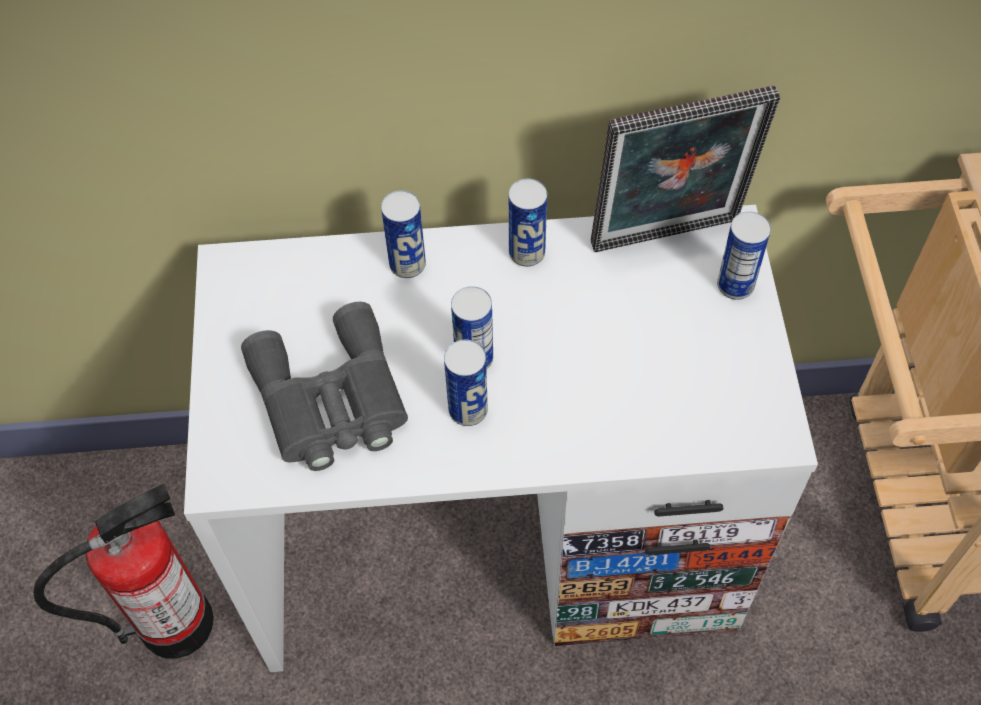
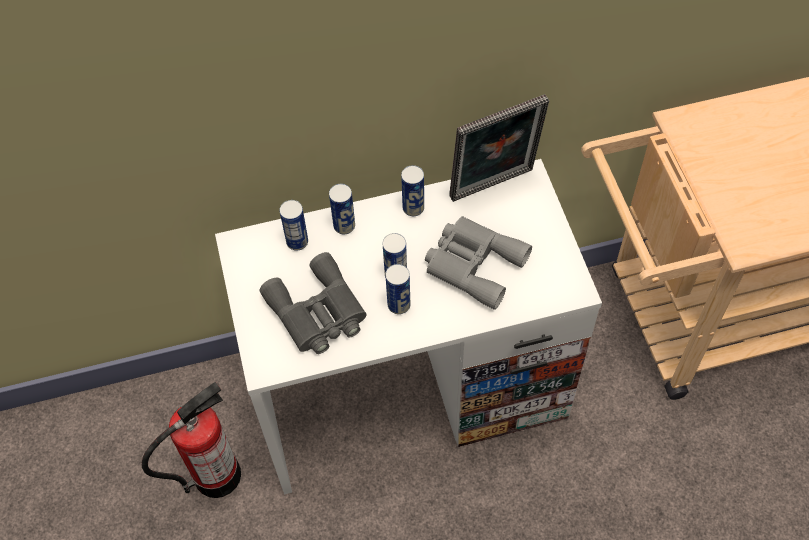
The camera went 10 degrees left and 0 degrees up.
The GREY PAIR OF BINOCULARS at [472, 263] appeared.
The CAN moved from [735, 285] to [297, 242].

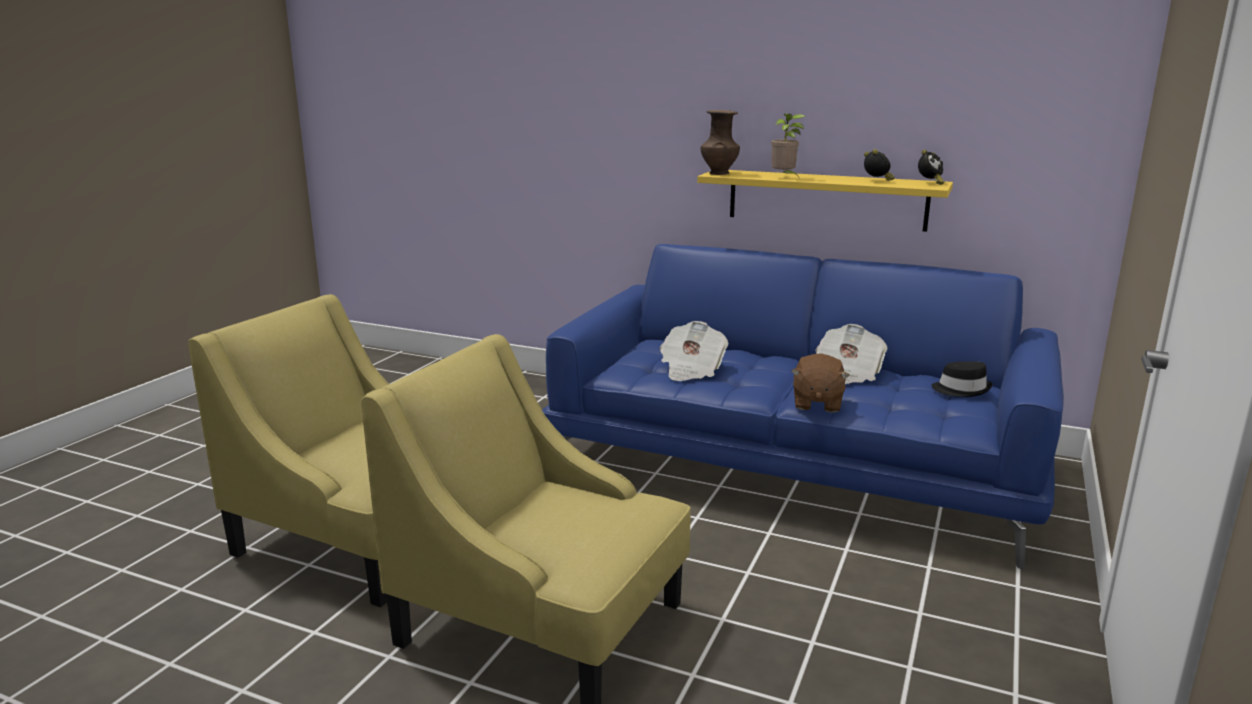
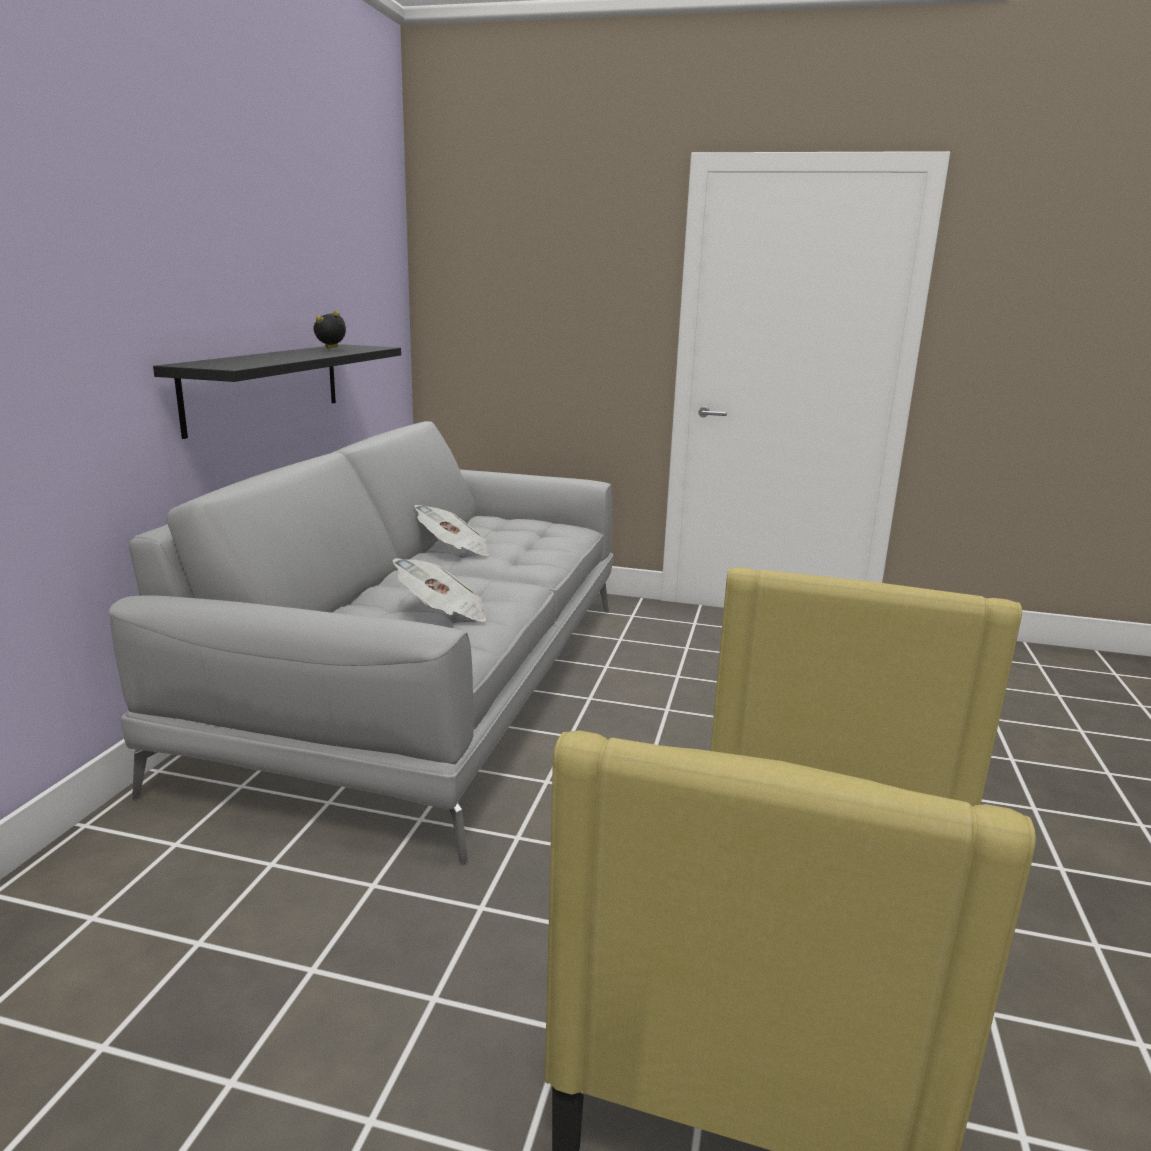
The camera went 100 degrees left and 0 degrees up.
The BROWNISH VASE at [719, 173] disappeared.
The PLANT IN A POT at [784, 177] disappeared.
The BROWNISH SOFT TOY at [816, 403] disappeared.
The TABLE CLOCK at [929, 183] disappeared.
The BLACK WEARABLE HAT at [961, 389] disappeared.
The BLUE SETTEE at [794, 464] became the GREY SETTEE at [430, 681].
The YELLOW-COLOURED BRACKET SHELF at [826, 199] became the BLACK BRACKET SHELF at [265, 386].

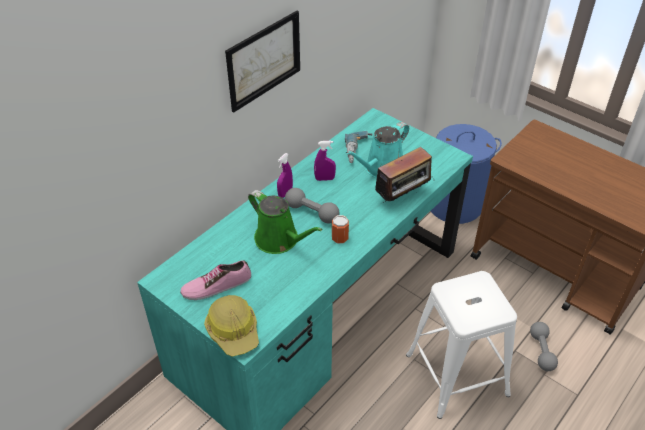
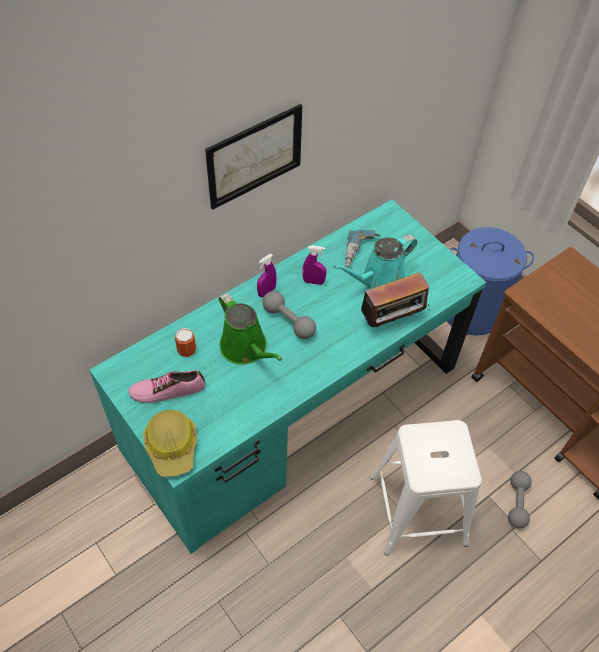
The camera went 10 degrees right and 10 degrees up.
The CAN moved from [339, 238] to [186, 350].

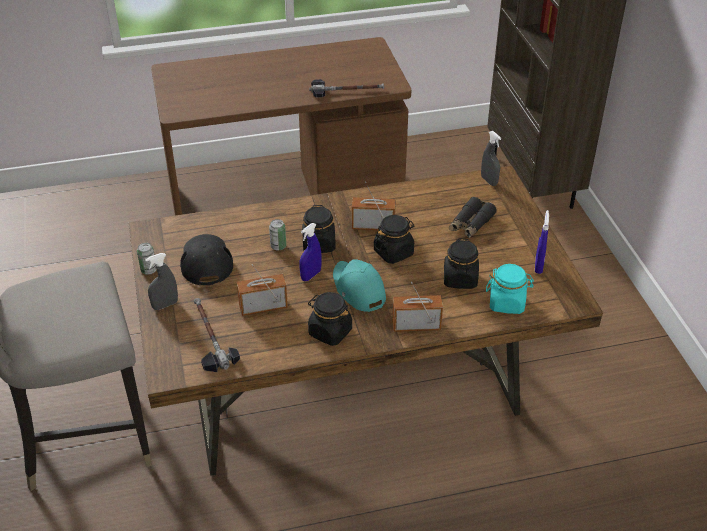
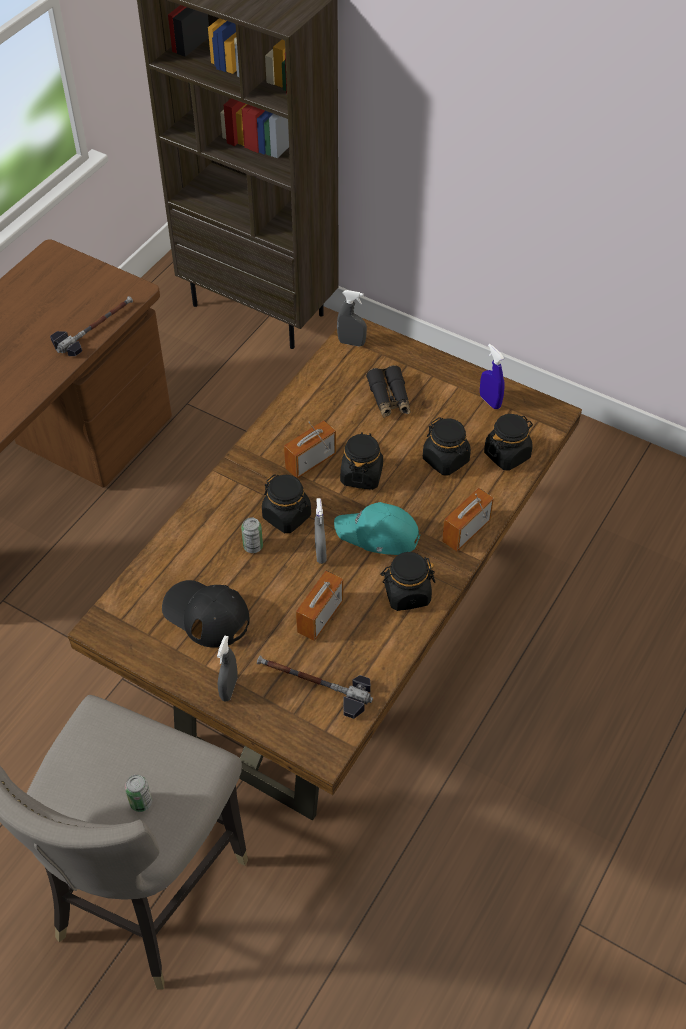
The camera went 45 degrees left and 10 degrees up.
The CAN moved from [149, 270] to [141, 802].
The BLUE HAND SPRAYER at [311, 275] became the GREY HAND SPRAYER at [320, 553].
The BLUE-GREEN STORAGE JAR at [507, 303] became the BLACK STORAGE JAR at [507, 455].

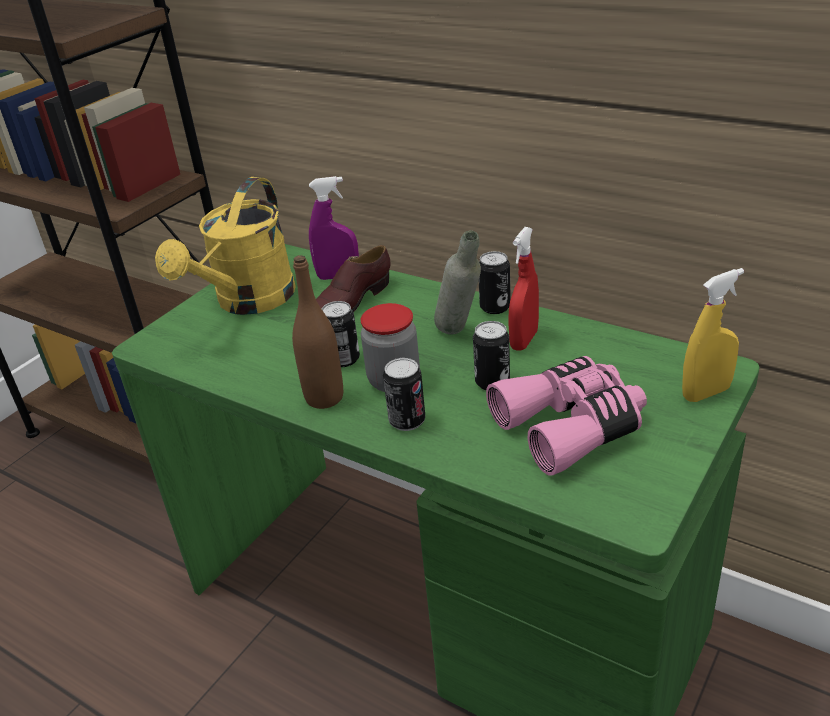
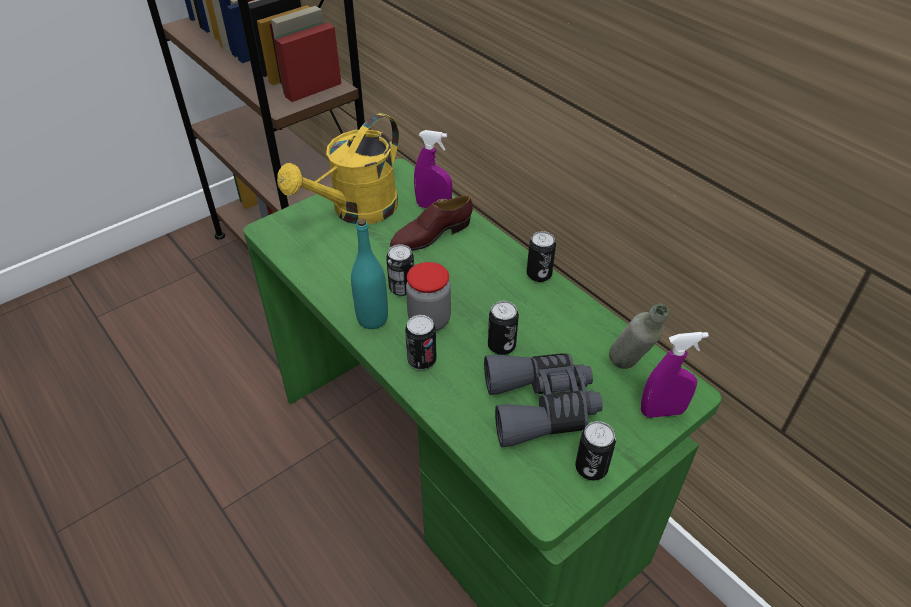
The camera went 15 degrees right and 10 degrees up.
The RED-COLOURED HAND SPRAYER at [524, 340] disappeared.
The CAN at [591, 468] appeared.
The GREY BEVERAGE BOTTLE moved from [460, 335] to [628, 371].
The BROWNISH BEVERAGE BOTTLE at [324, 397] became the BLUE-GREEN BEVERAGE BOTTLE at [372, 319].
The PINK-COLOURED PAIR OF BINOCULARS at [571, 426] became the GREY PAIR OF BINOCULARS at [540, 406].
The YELLOW-COLOURED HAND SPRAYER at [706, 393] became the PURPLE-COLOURED HAND SPRAYER at [662, 411].

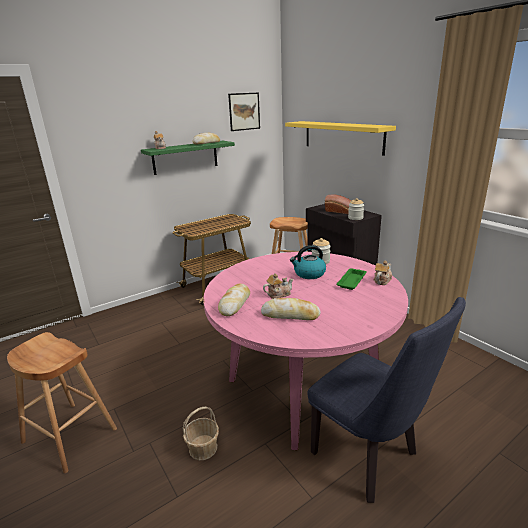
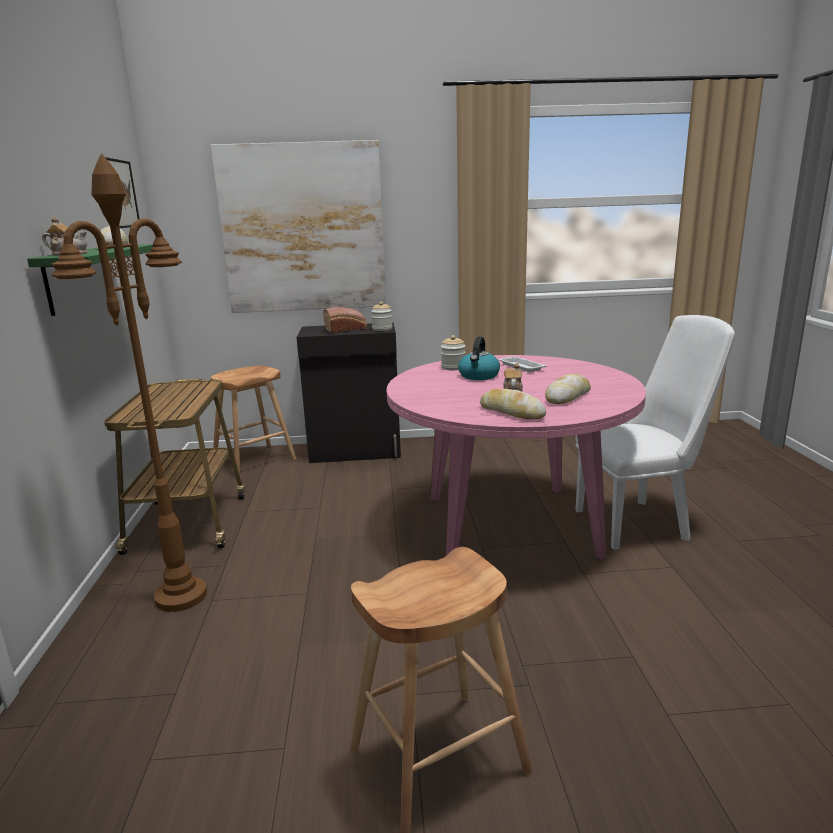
The camera went 60 degrees left and 5 degrees down.
The HOUSEHOLD BASKET at [203, 448] disappeared.
The TEA POT at [382, 280] disappeared.
The BROWNISH STANDING LAMP at [181, 596] appeared.
The YELLOW-COLOURED BRACKET SHELF at [342, 136] was replaced by the WALL PICTURE at [303, 229].
The BLUE UPRIGHT CHAIR at [371, 458] became the WHITISH UPRIGHT CHAIR at [639, 523].
The GREENISH SERVING TRAY at [352, 281] became the WHITISH SERVING TRAY at [521, 367].

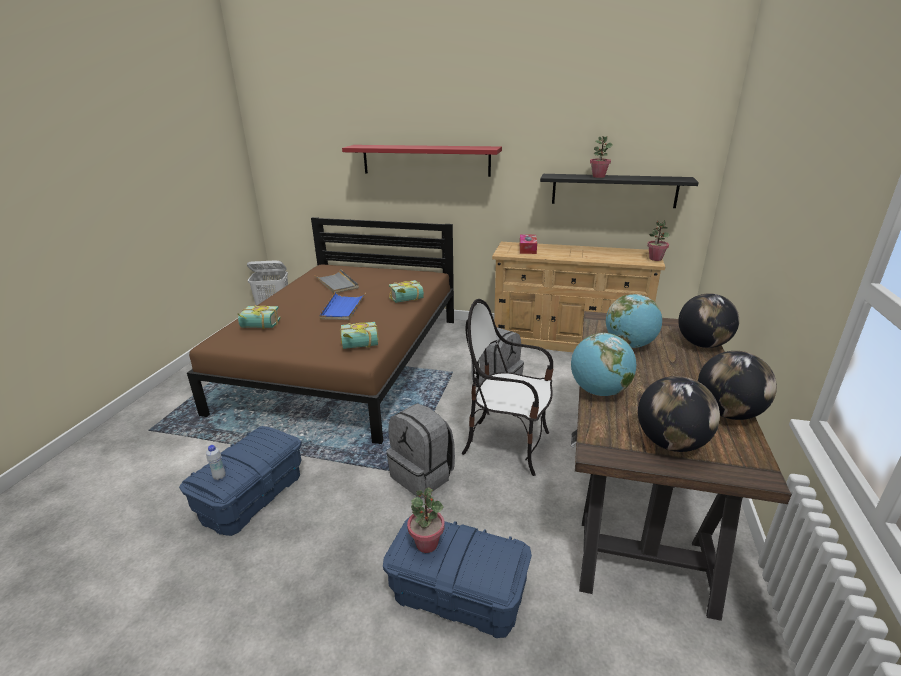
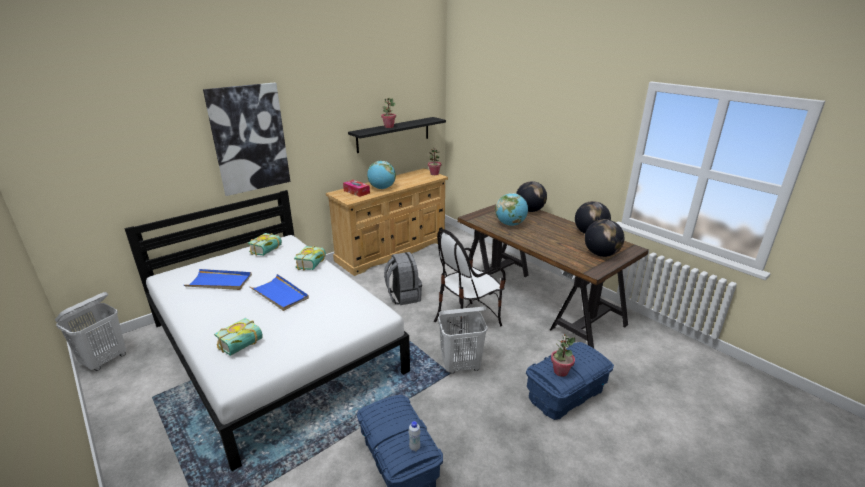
The camera went 55 degrees left and 0 degrees up.
The BOOK moved from [360, 346] to [268, 251].
The DESK GLOBE moved from [599, 391] to [382, 188].
The RED-COLOURED BRACKET SHELF at [425, 160] was replaced by the WALL PICTURE at [249, 139].
The GREY BACKPACK at [423, 475] was replaced by the WHITISH HAMPER at [461, 366].
The BROWNISH SLEEPING BED at [347, 361] became the WHITISH SLEEPING BED at [275, 347].
The GREY SERVING TRAY at [337, 283] became the BLUE SERVING TRAY at [219, 282].

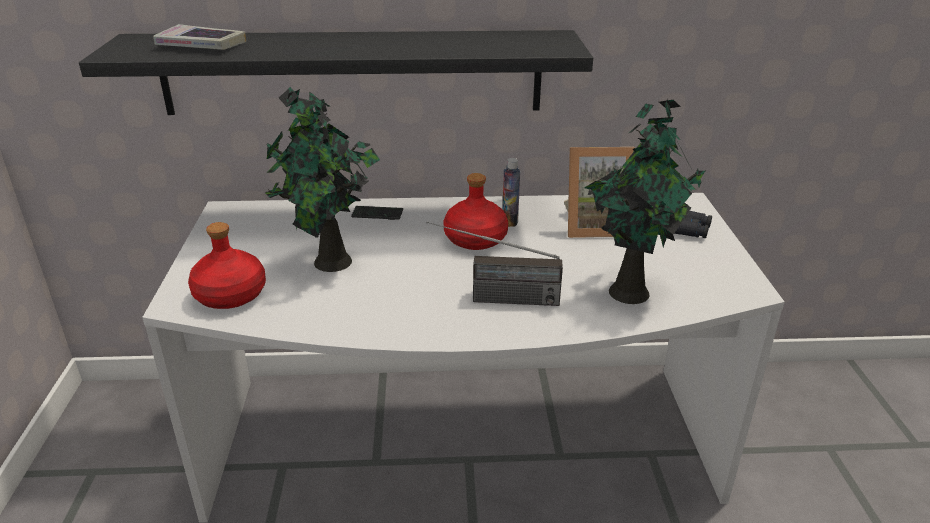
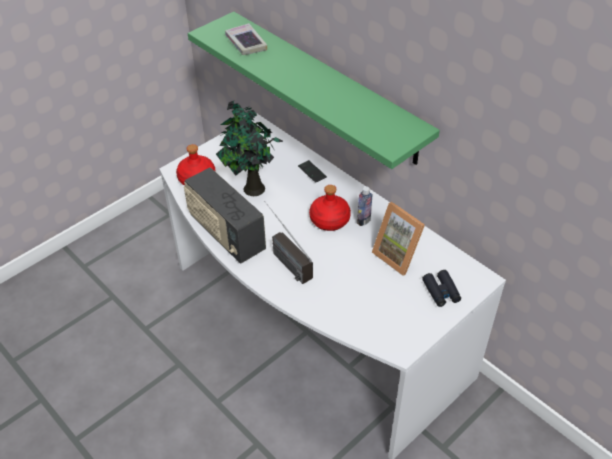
The camera went 50 degrees right and 15 degrees up.
The PLANT IN A POT at [629, 290] disappeared.
The RADIO RECEIVER at [226, 234] appeared.
The BLACK BRACKET SHELF at [352, 72] became the GREENISH BRACKET SHELF at [326, 86].

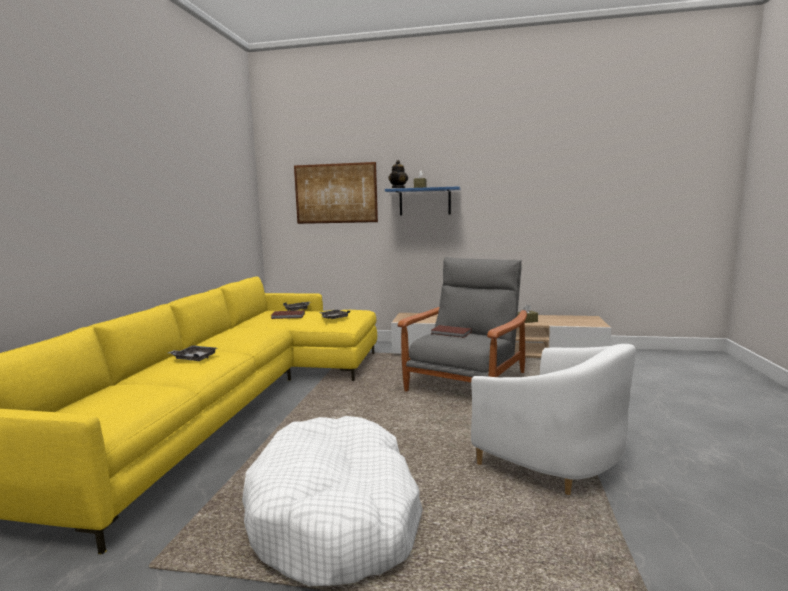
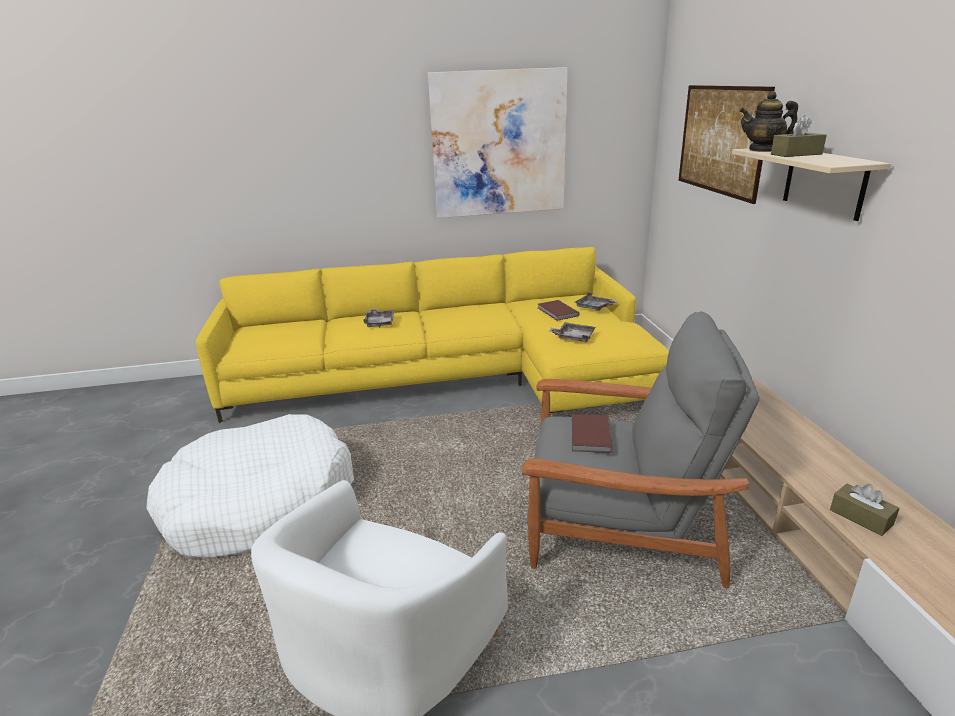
The camera went 70 degrees right and 15 degrees up.
The WALL PICTURE at [499, 144] appeared.
The BLUE BRACKET SHELF at [425, 201] became the SAND-COLOURED BRACKET SHELF at [824, 182].

